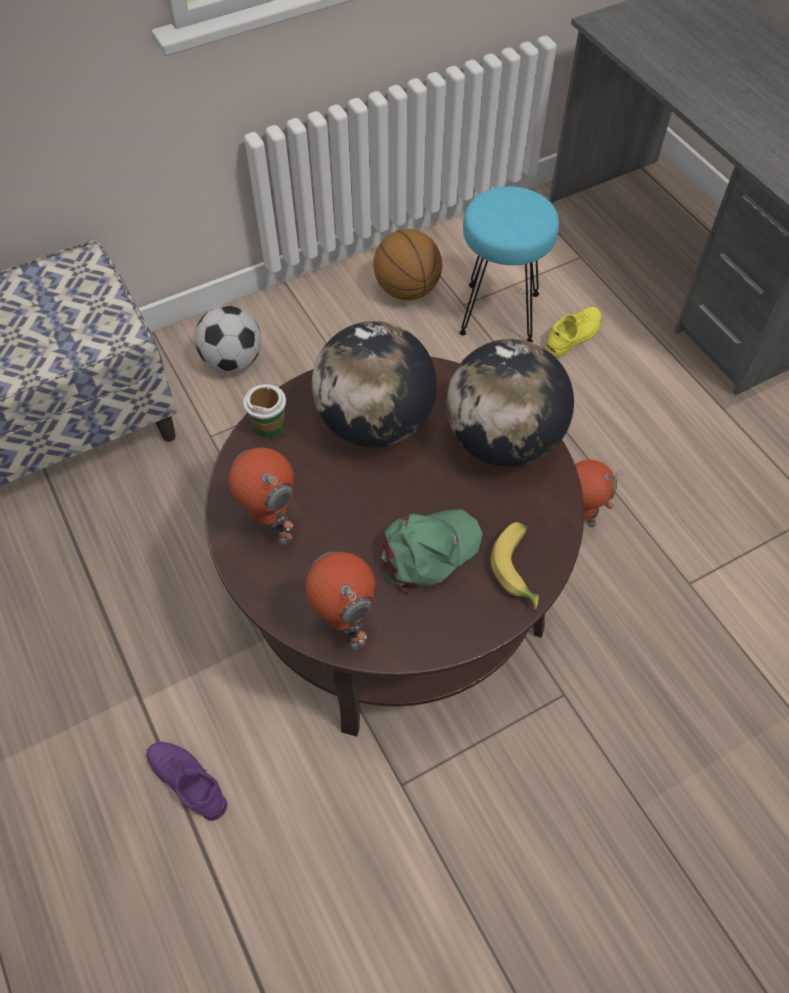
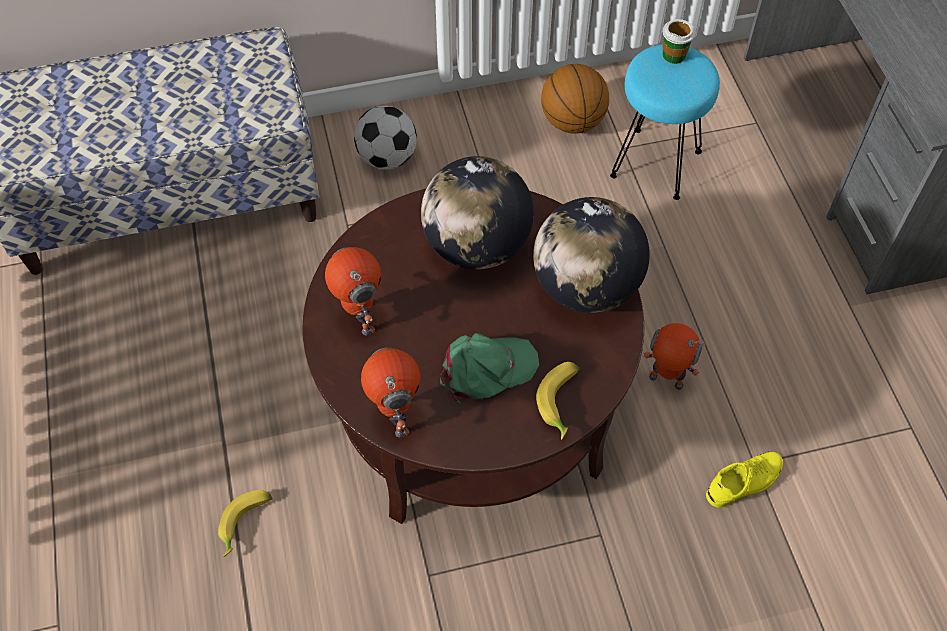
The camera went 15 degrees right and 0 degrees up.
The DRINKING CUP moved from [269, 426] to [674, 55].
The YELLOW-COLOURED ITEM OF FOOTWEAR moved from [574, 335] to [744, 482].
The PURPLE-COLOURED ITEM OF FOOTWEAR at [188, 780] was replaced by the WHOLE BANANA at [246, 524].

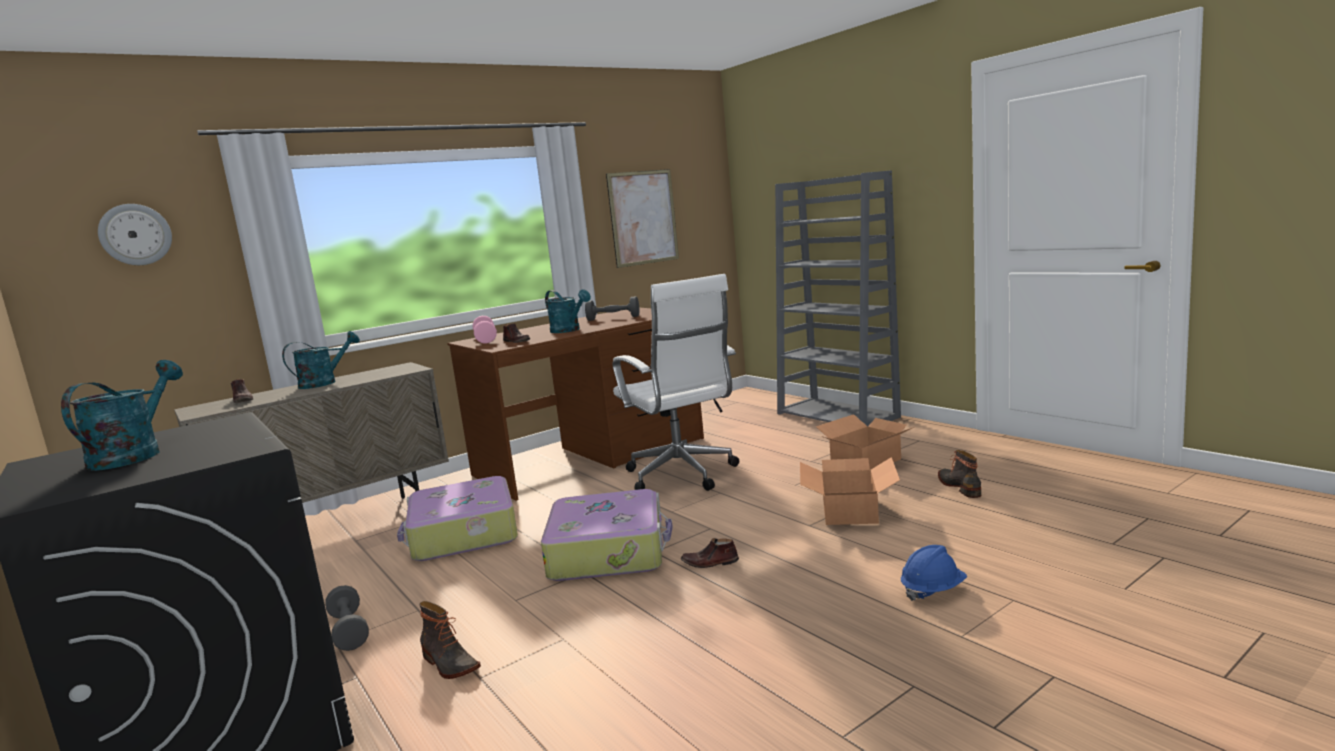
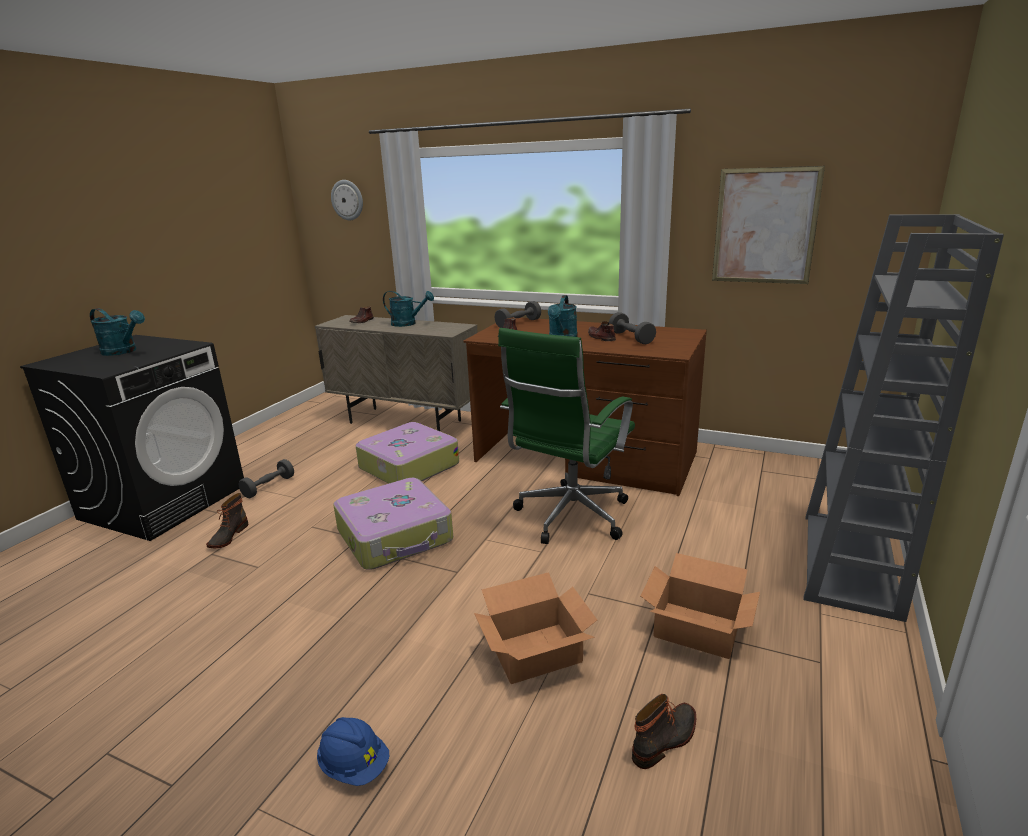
The camera went 60 degrees right and 10 degrees up.
The BROWNISH ITEM OF FOOTWEAR moved from [710, 563] to [600, 337].
The PINK-COLOURED FREE WEIGHT at [485, 339] became the GREY FREE WEIGHT at [518, 323].
The WHITISH OFFICE CHAIR at [683, 476] became the GREENISH OFFICE CHAIR at [569, 518].
The BLUE-GREEN WATERING CAN at [134, 455] turned 45 degrees clockwise.

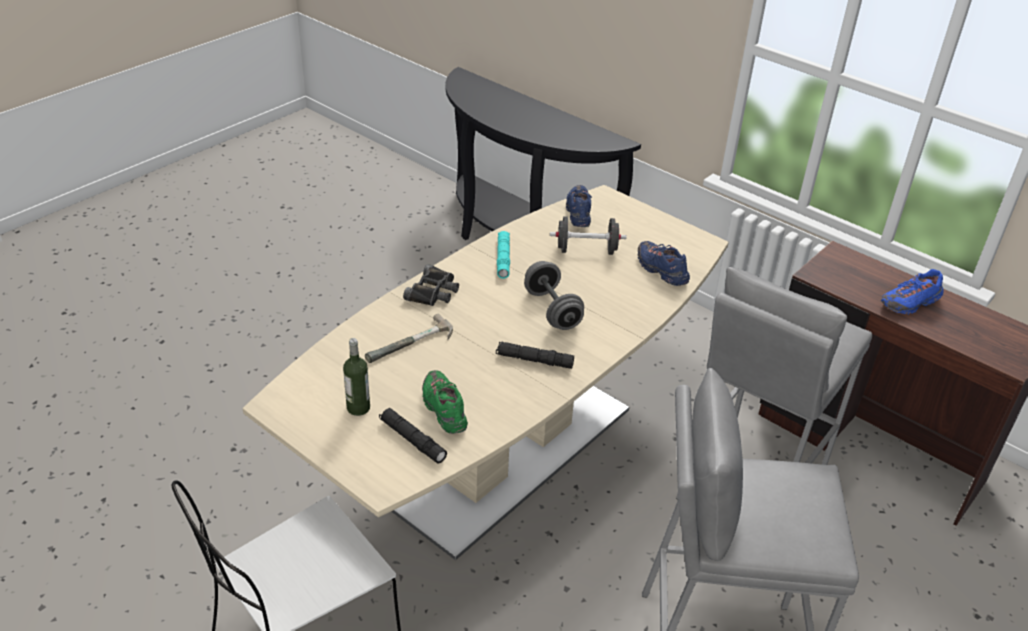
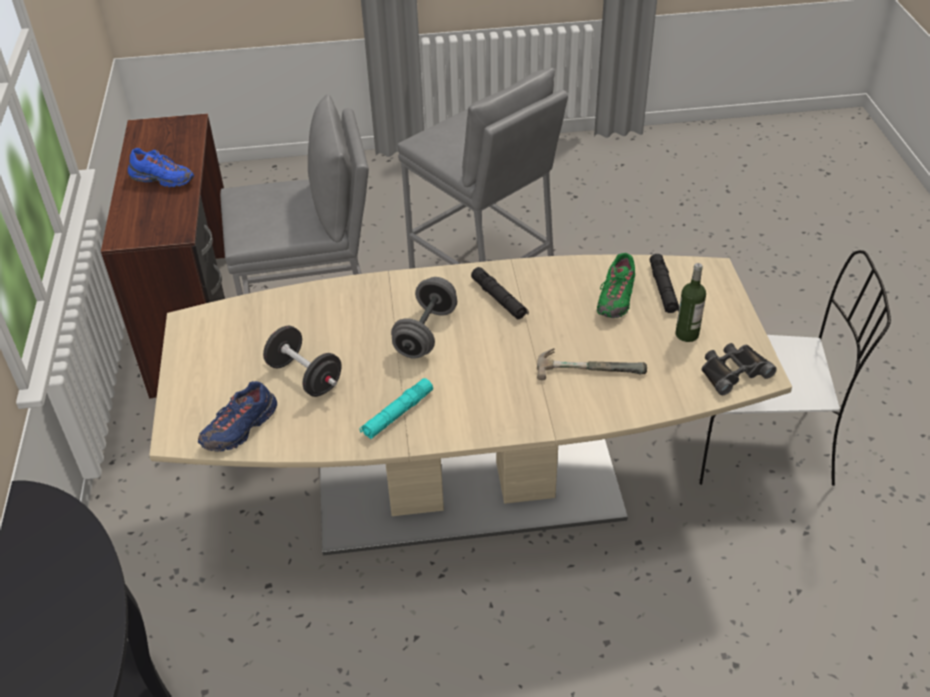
The camera went 135 degrees left and 5 degrees up.
The BLUE ITEM OF FOOTWEAR at [661, 270] disappeared.
The BLACK PAIR OF BINOCULARS moved from [433, 292] to [733, 371].

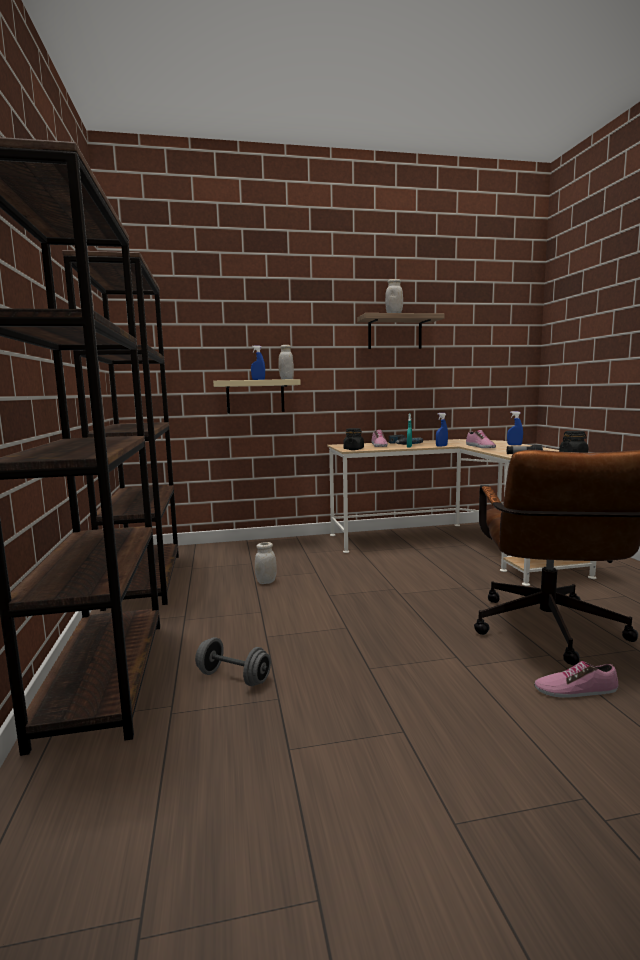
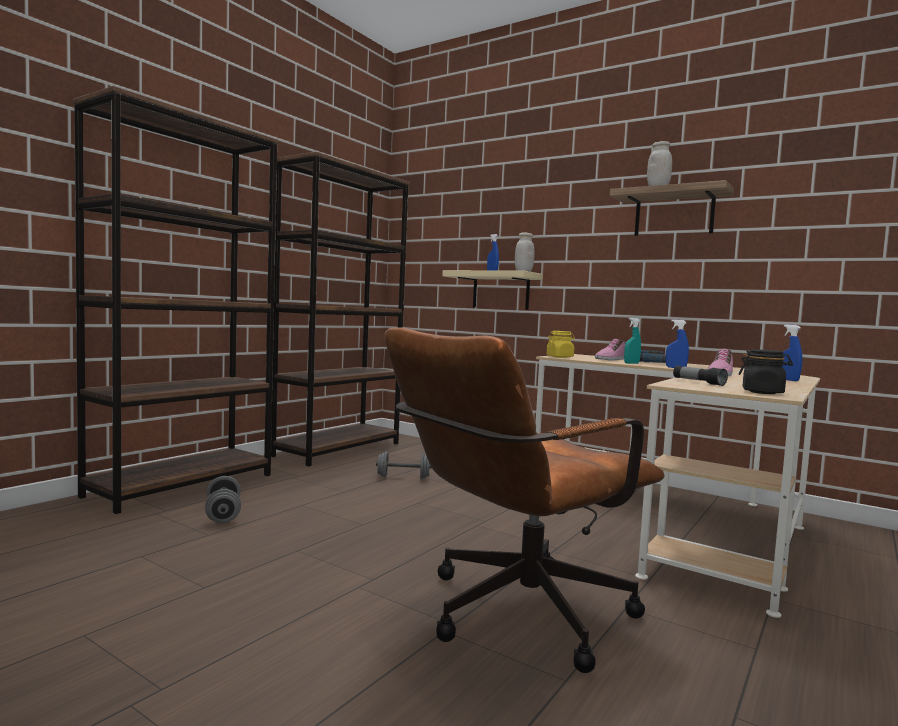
The camera went 45 degrees right and 5 degrees down.
The ITEM OF FOOTWEAR at [575, 689] disappeared.
The WHITISH STORAGE JAR at [266, 582] was replaced by the GREY FREE WEIGHT at [403, 477].
The BLACK STORAGE JAR at [353, 449] became the YELLOW-COLOURED STORAGE JAR at [560, 357].

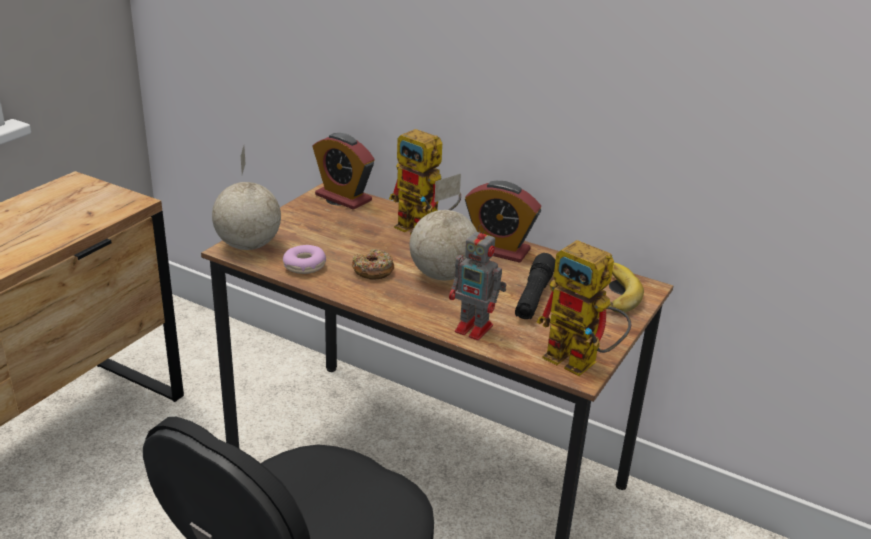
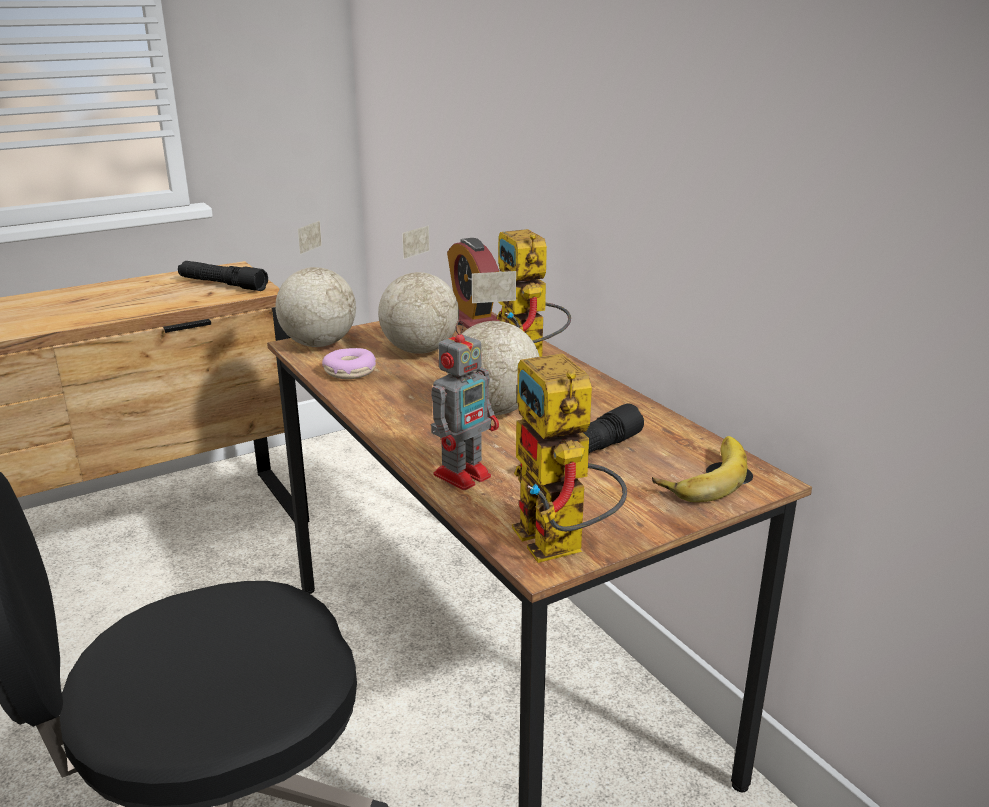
The camera went 30 degrees right and 5 degrees down.
The DOUGHNUT at [373, 271] disappeared.
The TABLE CLOCK at [498, 250] disappeared.
The BLACK HAND TORCH at [223, 284] appeared.
The DESK GLOBE at [421, 350] appeared.
The MODEL ROBOT at [475, 329] turned 105 degrees counterclockwise.

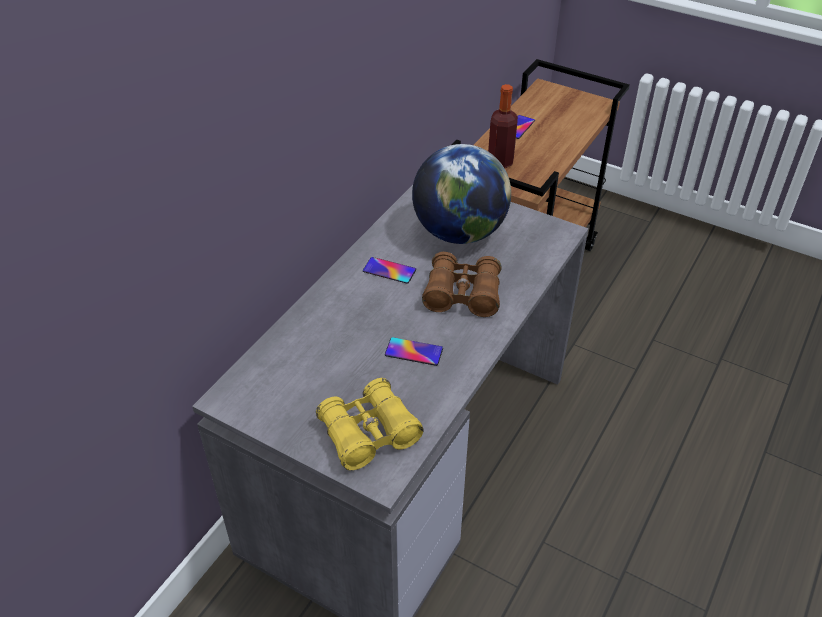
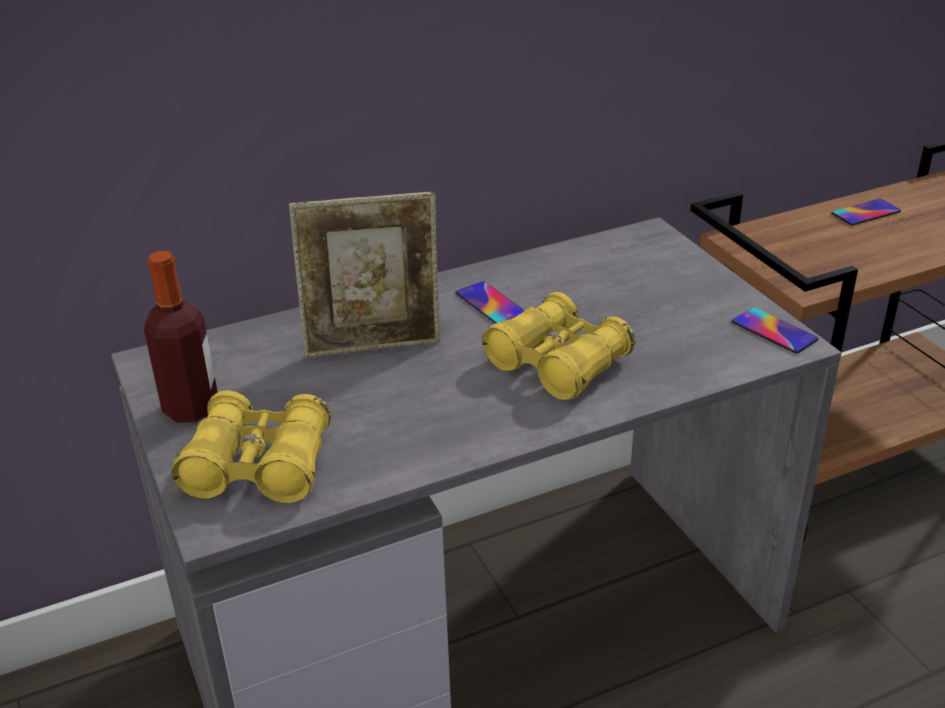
The camera went 35 degrees right and 10 degrees down.
The DESK GLOBE at [459, 232] disappeared.
The STANDING FRAME at [373, 345] appeared.
The PHONE moved from [414, 352] to [774, 331].
The BEVERAGE BOTTLE moved from [500, 162] to [191, 409].
The BROWNISH PAIR OF BINOCULARS at [462, 295] became the YELLOW-COLOURED PAIR OF BINOCULARS at [558, 363].

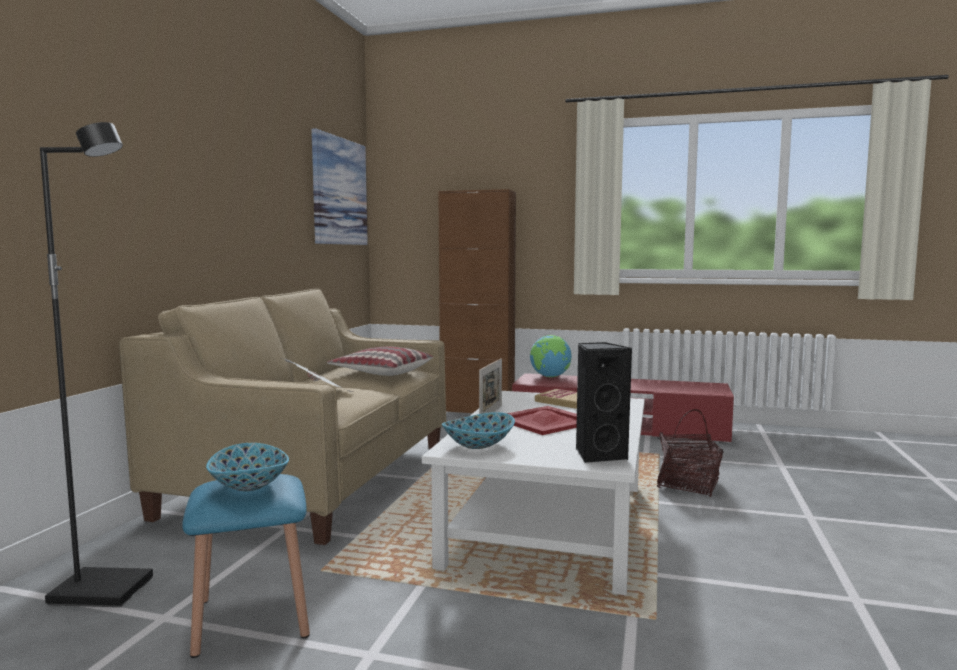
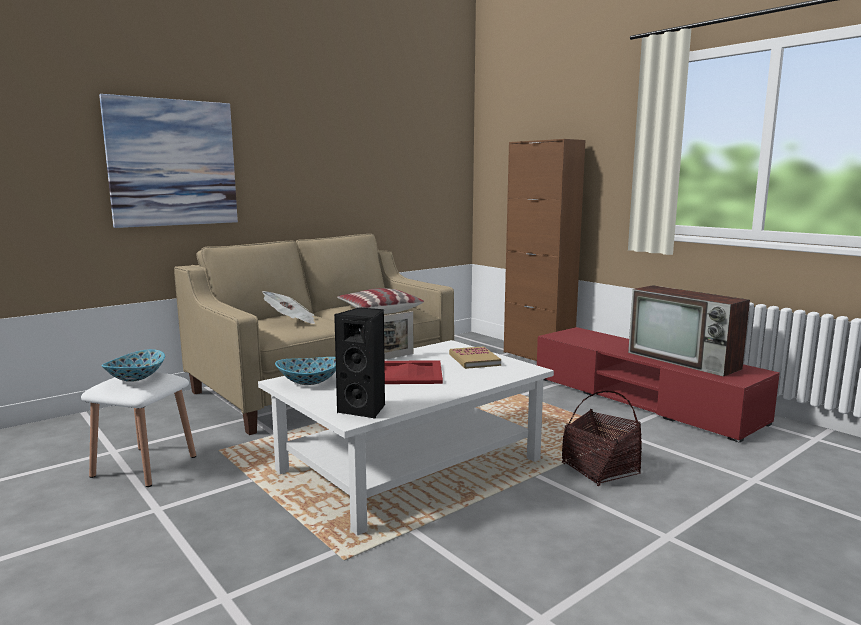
The camera went 35 degrees right and 5 degrees up.
The BLACK STANDING LAMP at [104, 590] disappeared.
The DESK GLOBE at [550, 377] disappeared.
The TV SET at [685, 361] appeared.
The WALL PICTURE moved from [339, 191] to [172, 163].
The BLUE SITTING STOOL at [252, 618] became the WHITISH SITTING STOOL at [144, 466].

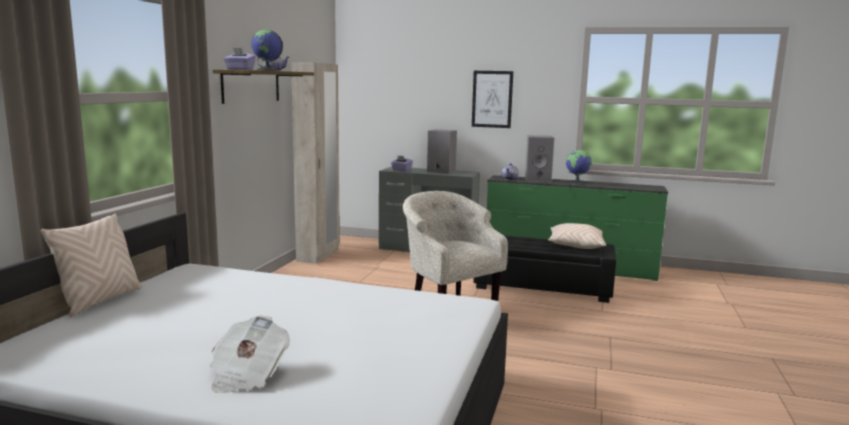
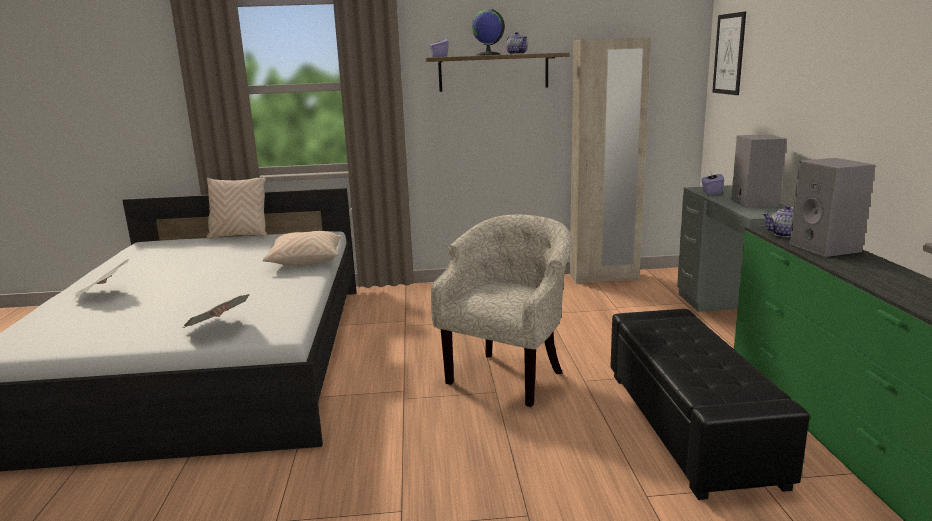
The camera went 70 degrees right and 5 degrees up.
The DESK GLOBE at [577, 183] disappeared.
The PRINTED PAPER at [218, 328] appeared.
The WALL PICTURE moved from [492, 99] to [729, 54].
The SAND-COLOURED CUSHION moved from [575, 246] to [306, 260].

